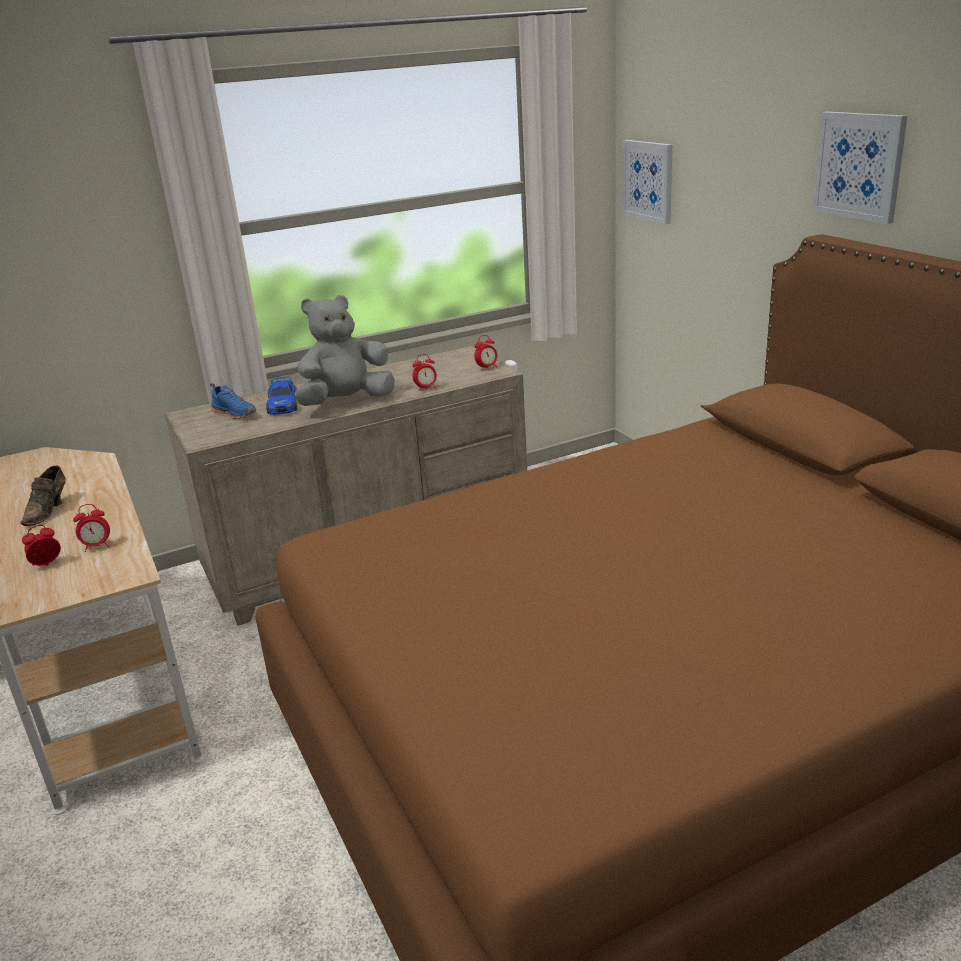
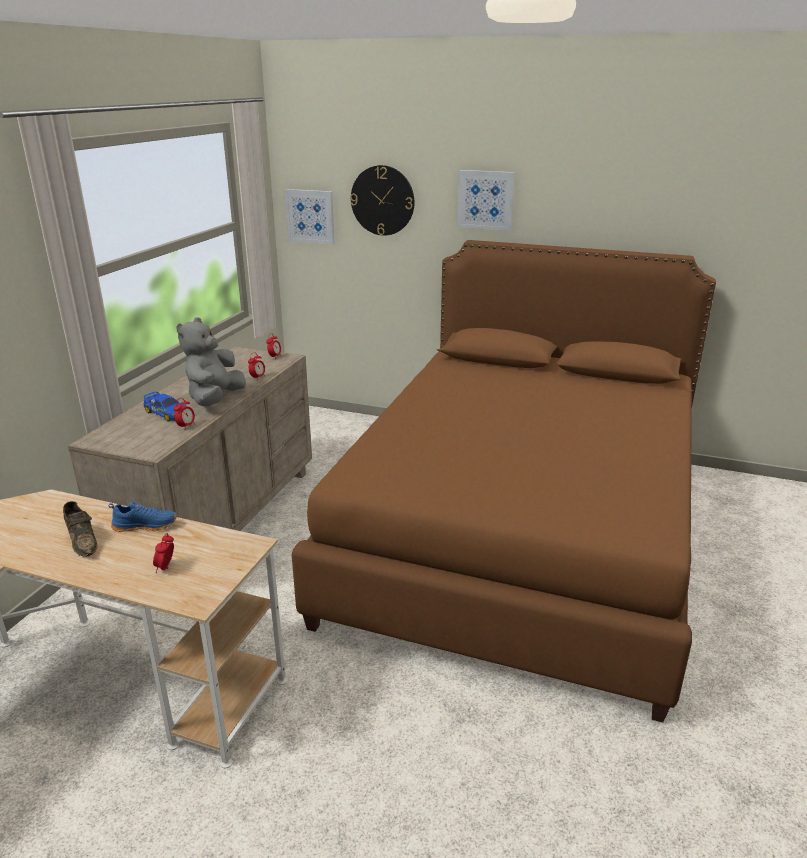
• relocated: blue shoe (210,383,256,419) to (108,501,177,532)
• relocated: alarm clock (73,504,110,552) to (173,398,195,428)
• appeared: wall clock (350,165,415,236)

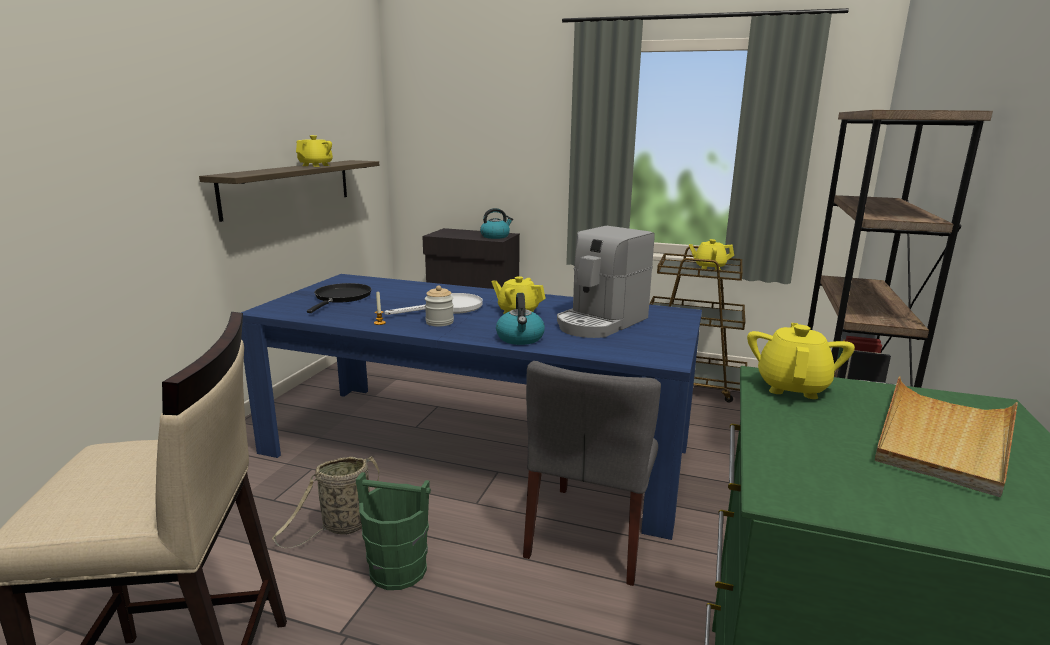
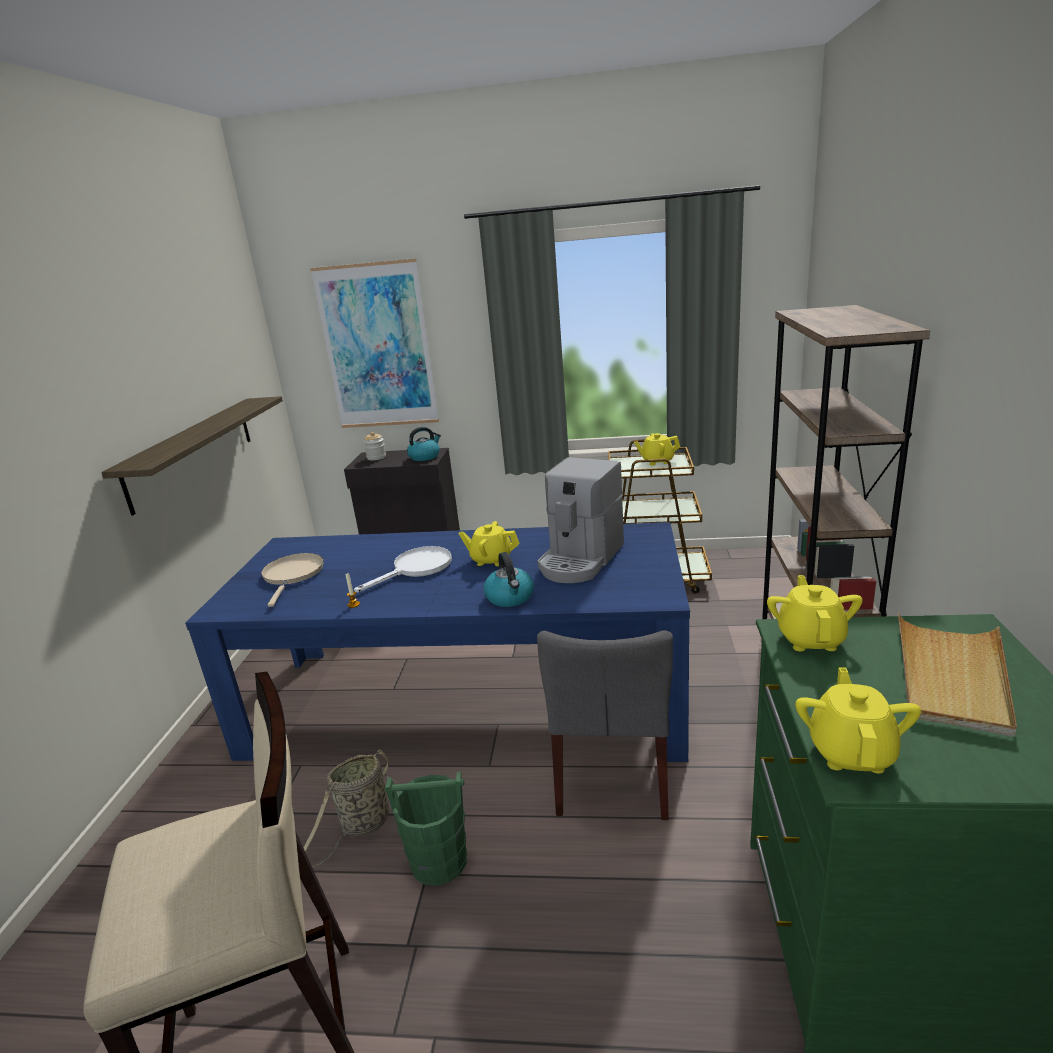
• colour: black frying pan (307,283,371,313) to beige frying pan (261,553,324,607)
• appeared: picture (310,258,439,428)
• relocated: jar (425,285,454,327) to (364,432,386,461)
• relocated: yellow teapot (296,135,333,167) to (795,667,921,773)

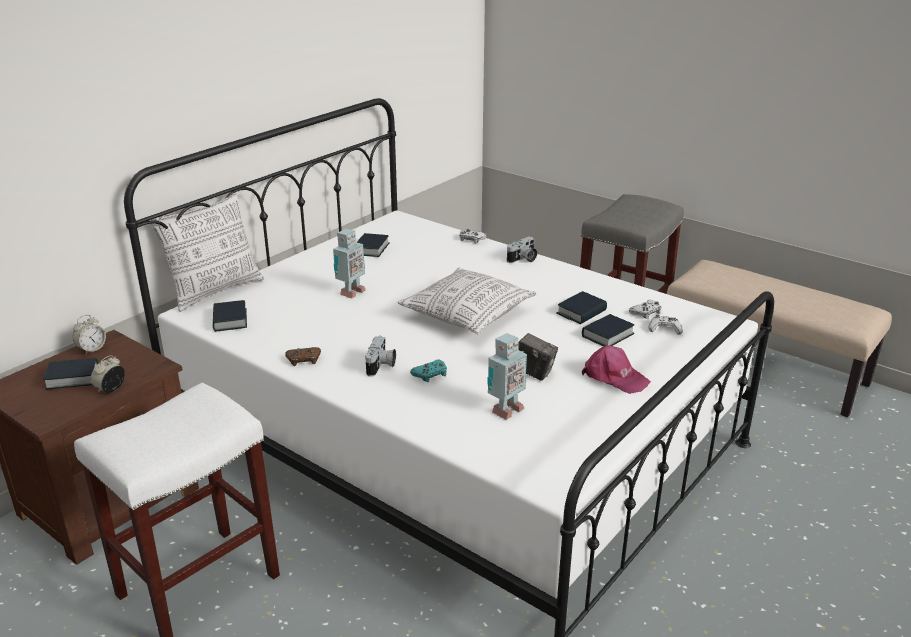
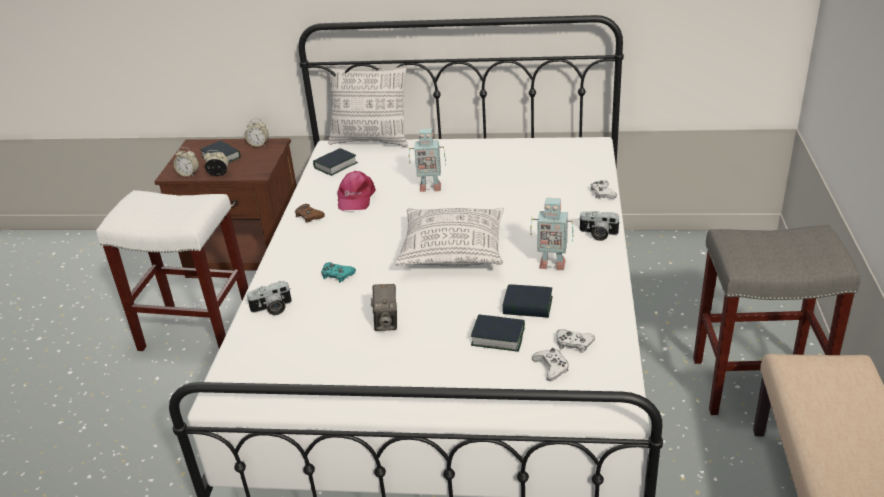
• appeared: alarm clock (174,147,199,177)
• relocated: photo camera (365,336,396,377) to (246,281,292,315)
• relocated: pink cap (582,345,651,394) to (337,171,376,211)
• relocated: toy robot (487,333,527,420) to (531,198,574,270)
• missing: book (357,233,389,257)

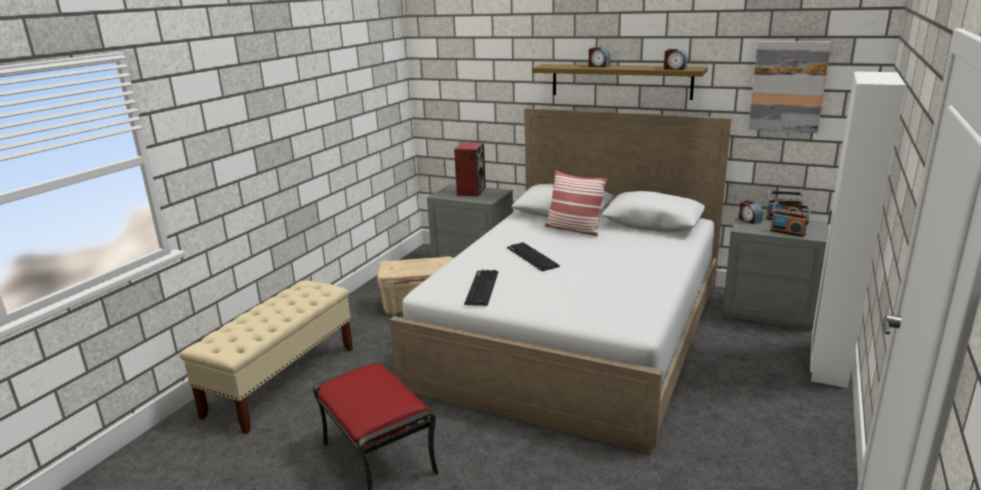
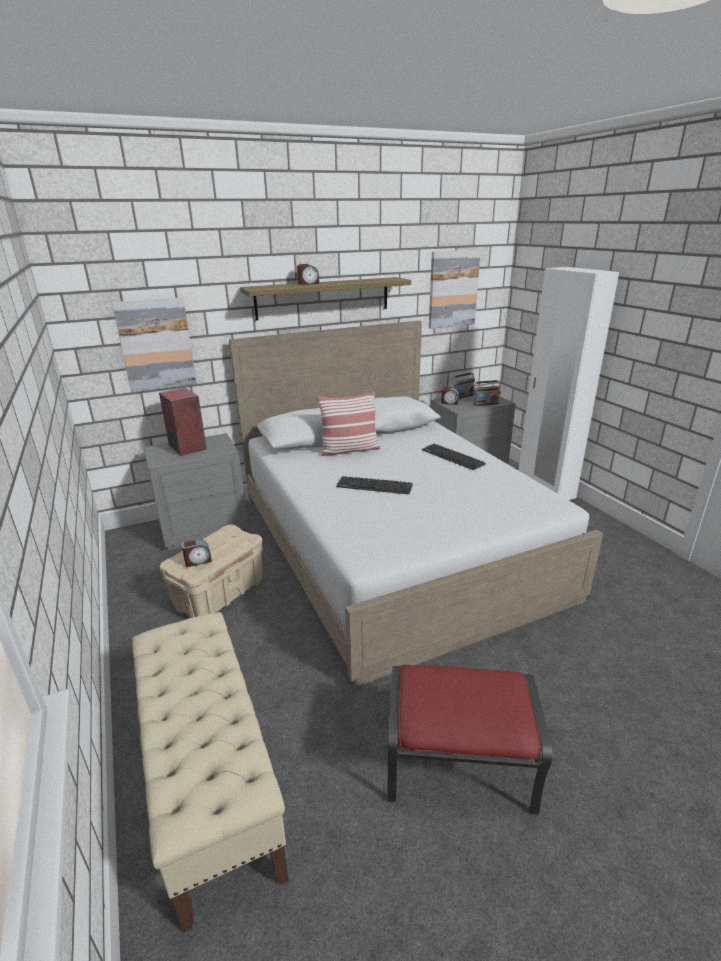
• appeared: picture (112,297,197,392)
• relocated: alarm clock (664,49,687,70) to (181,539,212,567)
• relocated: keyboard (464,270,498,306) to (422,444,486,470)

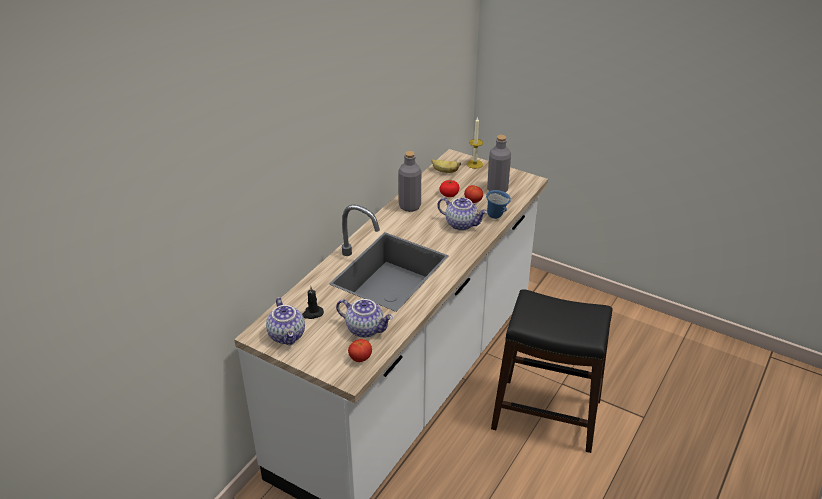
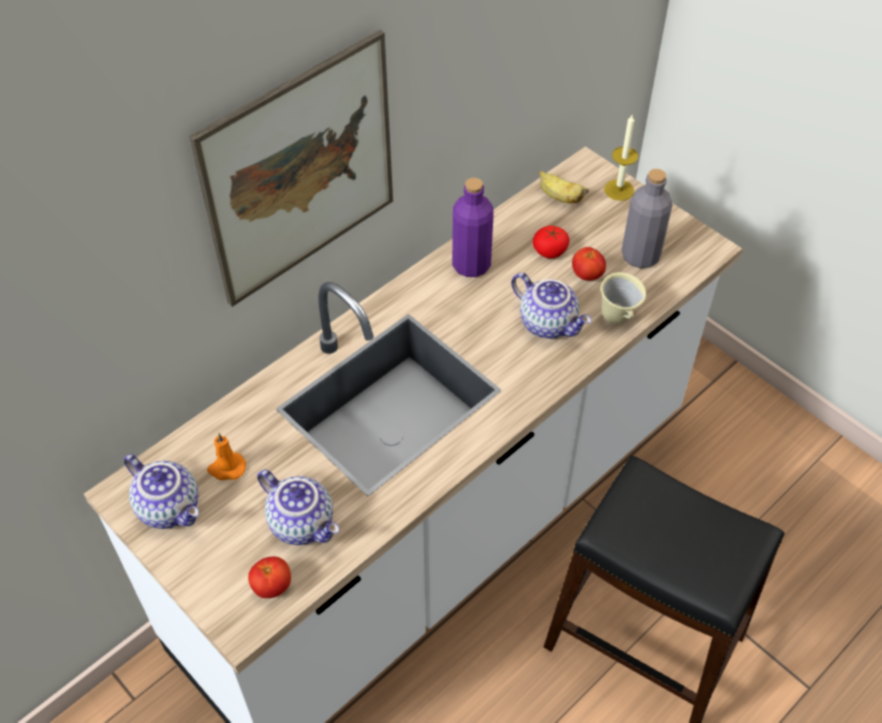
• spun: teapot (266,297,305,345) = (124,454,199,529) 45 degrees counterclockwise
• appeared: picture (189,29,393,307)
• colour: black candle (302,286,324,319) to orange candle (207,433,246,480)
• colour: grey bottle (399,151,421,212) to purple bottle (452,178,493,277)
• colour: blue mug (486,190,511,219) to beige mug (601,272,646,324)

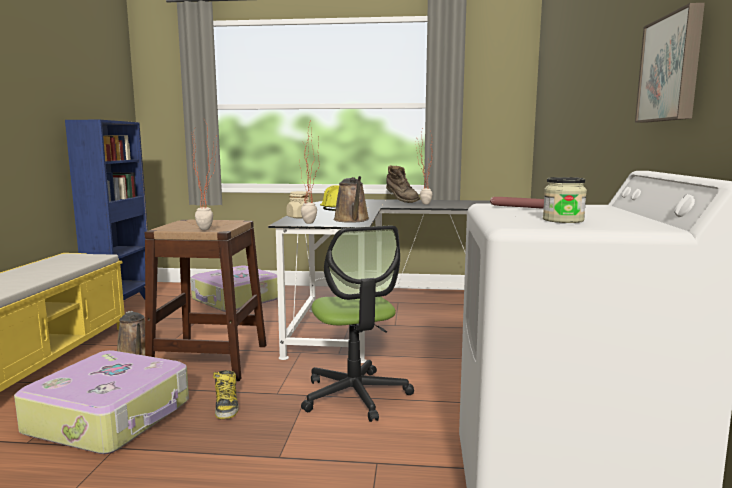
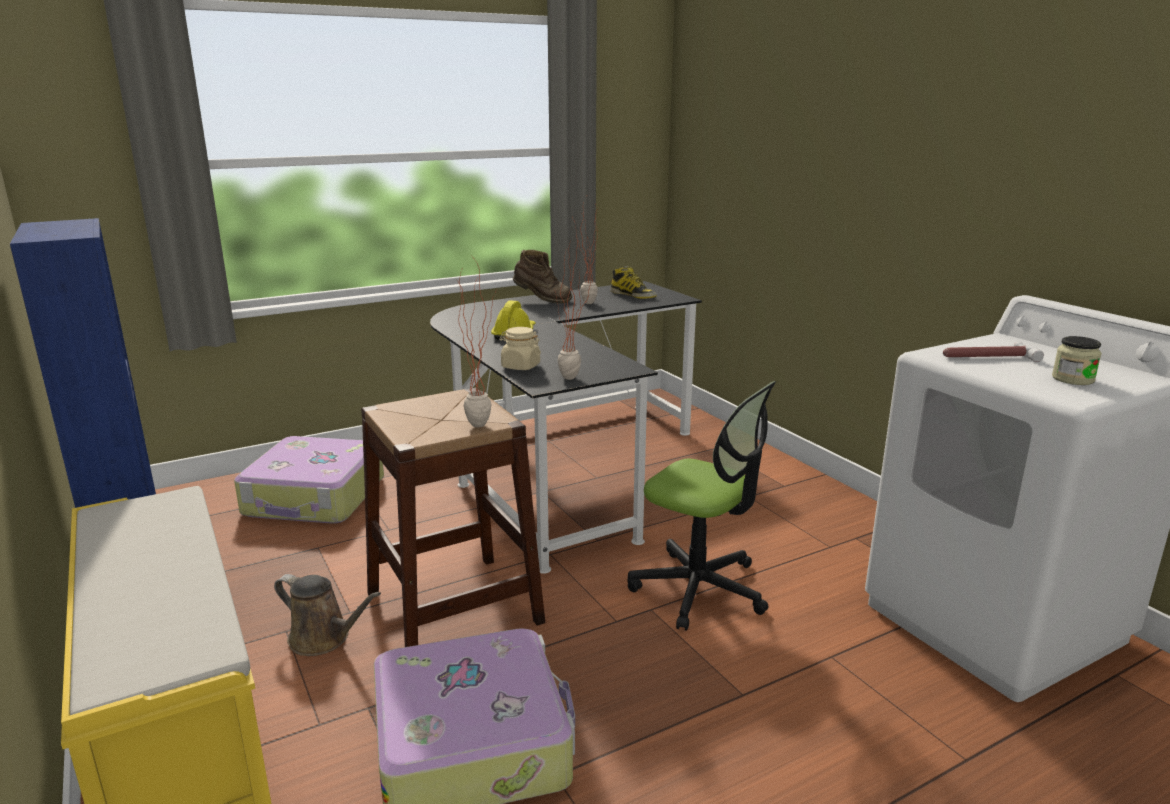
• relocated: boot (213,370,239,419) to (610,266,657,299)
• missing: brown watering can (334,176,370,222)
• missing: picture (635,3,705,123)

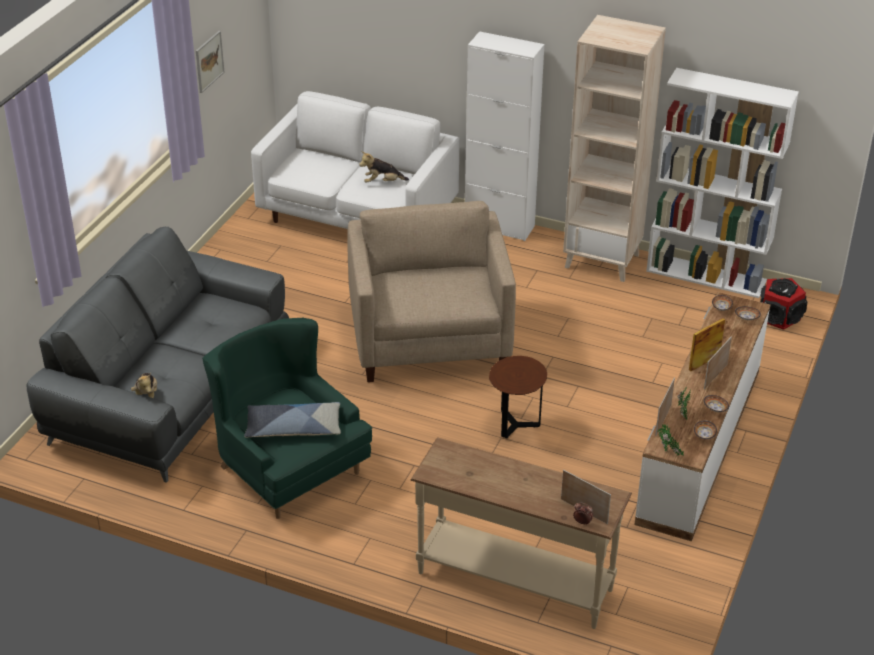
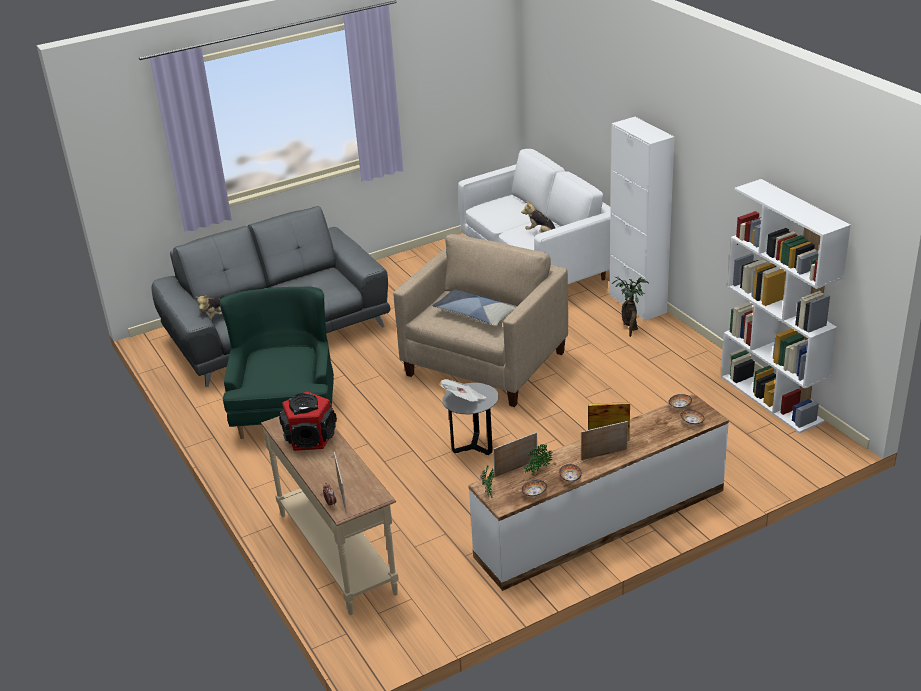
• relocated: speaker (760,278,807,330) to (279,391,337,451)
• relocated: pillow (244,402,341,438) to (432,289,516,326)
• appeared: newspaper (440,379,486,402)
• colour: brown side table (489,356,547,439) to grey side table (443,383,499,455)
• appeared: potted plant (612,277,648,337)
• missing: picture (196,31,224,93)
• missing: beige bookcase (563,15,666,282)

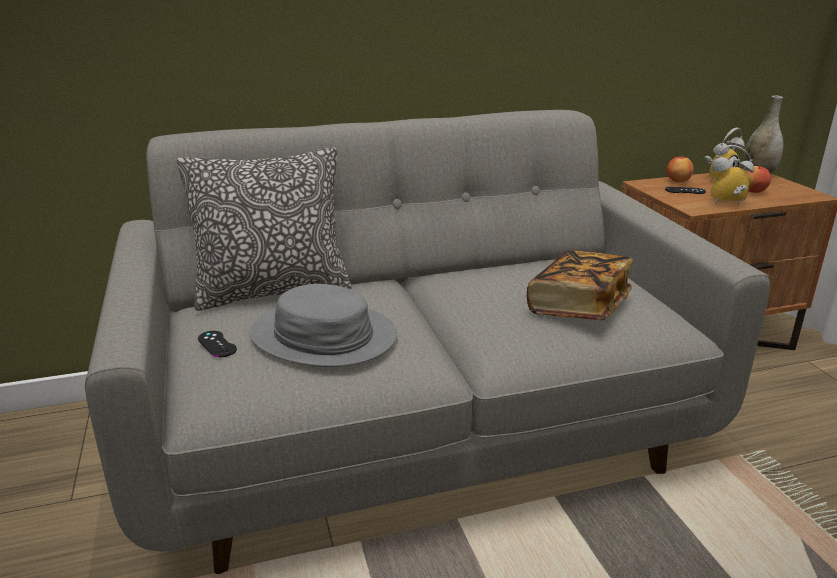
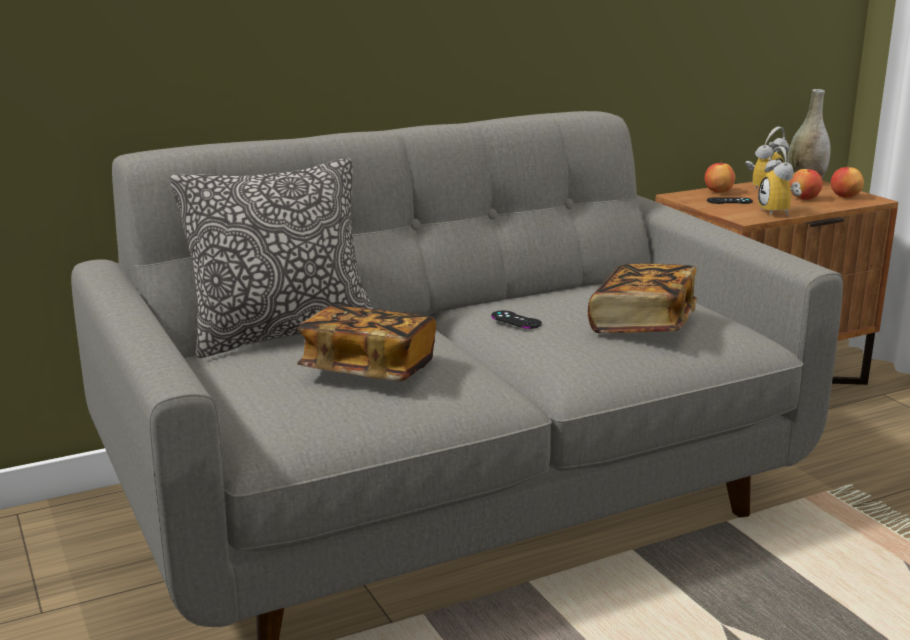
• exchanged: grey hat (250,284,397,367) to book (297,305,436,381)
• relocated: black game controller (198,331,237,357) to (491,311,542,329)
• spun: alarm clock (710,145,754,205) = (758,147,802,217) 90 degrees counterclockwise
• appeared: apple (831,165,864,198)

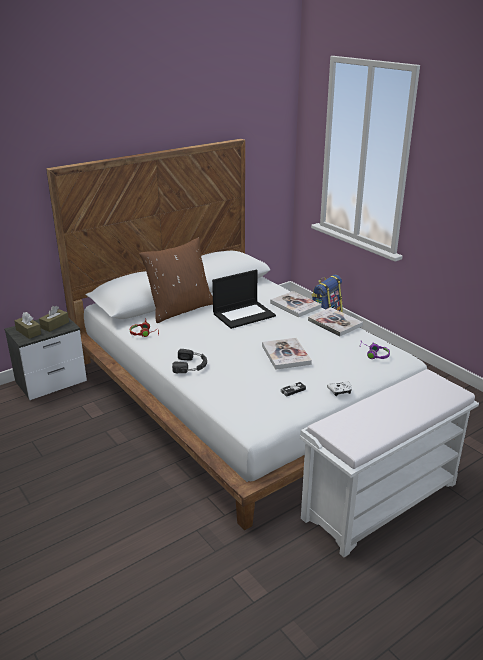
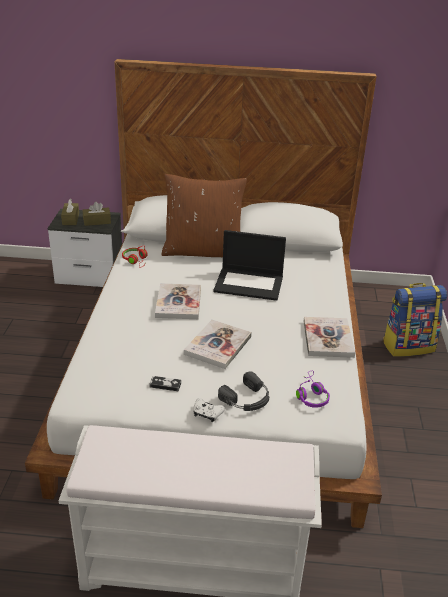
• relocated: book (270,291,321,317) to (155,283,201,319)
• relocated: black headphones (172,349,207,373) to (218,371,269,411)

